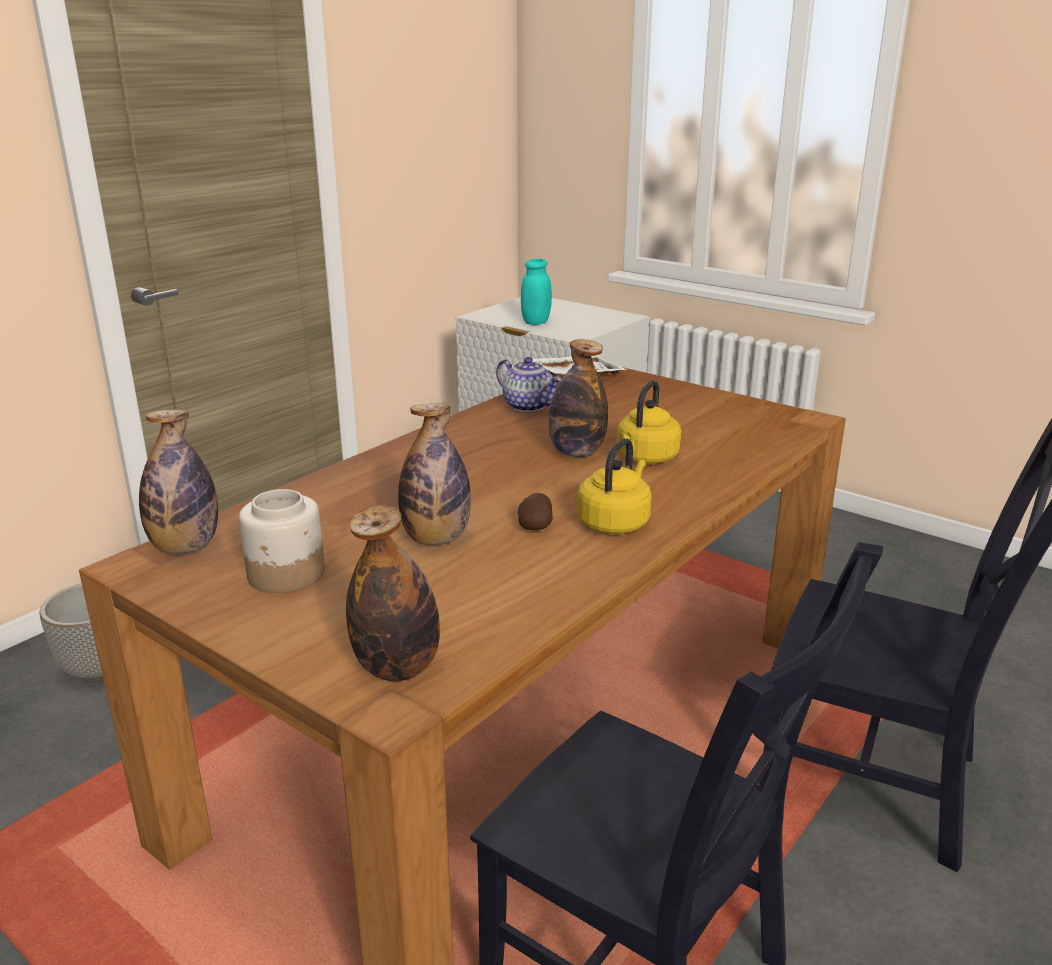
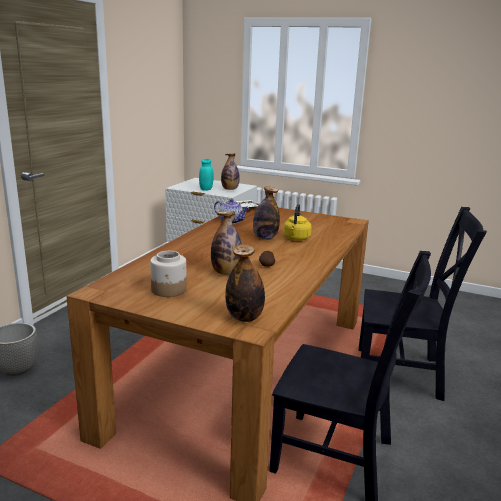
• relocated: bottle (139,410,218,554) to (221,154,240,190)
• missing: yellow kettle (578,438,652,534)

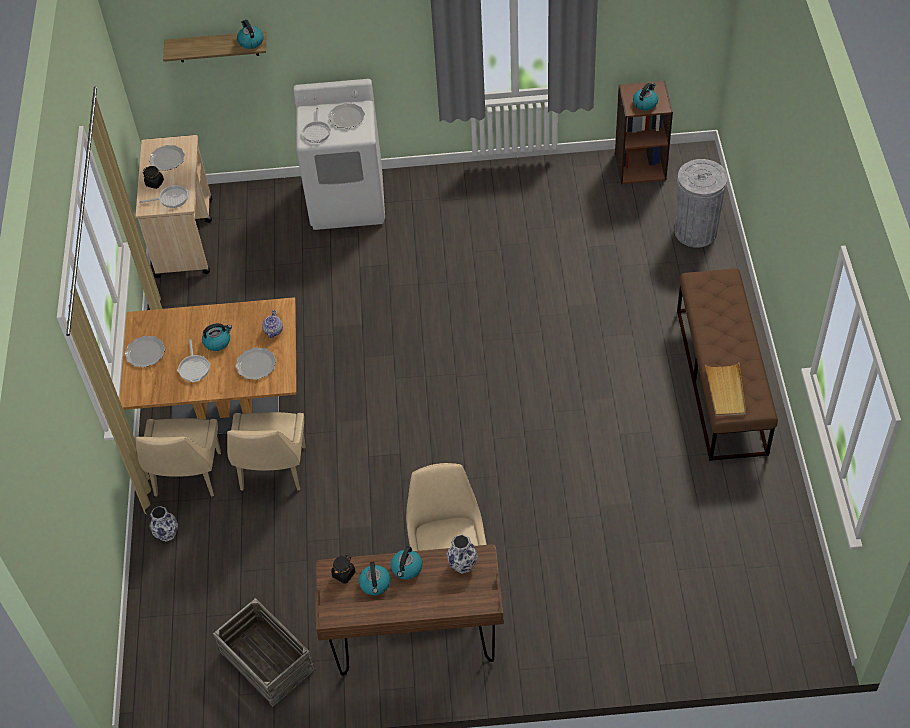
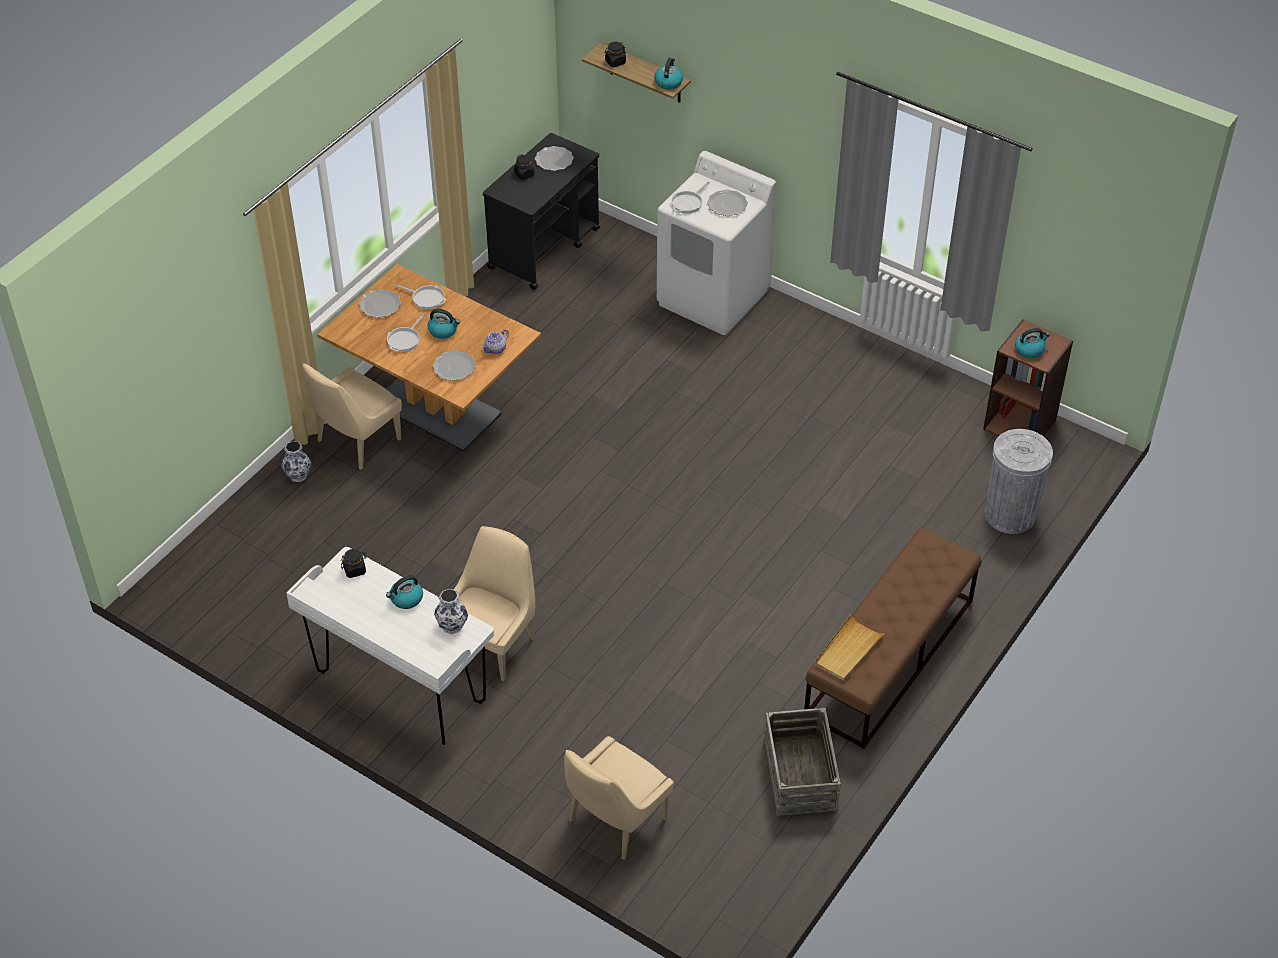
• colour: brown desk (315,544,504,675) to white desk (286,547,494,745)
• relocated: frying pan (139,185,190,208) to (395,284,446,310)
• colour: beige cart (136,135,212,278) to black cart (483,133,600,290)
• relocated: beige chair (227,412,305,491) to (564,736,674,860)
• appeared: black jar (605,42,626,67)
• relocated: crate (213,598,316,707) to (764,708,841,816)
• missing: kettle (359,562,391,595)

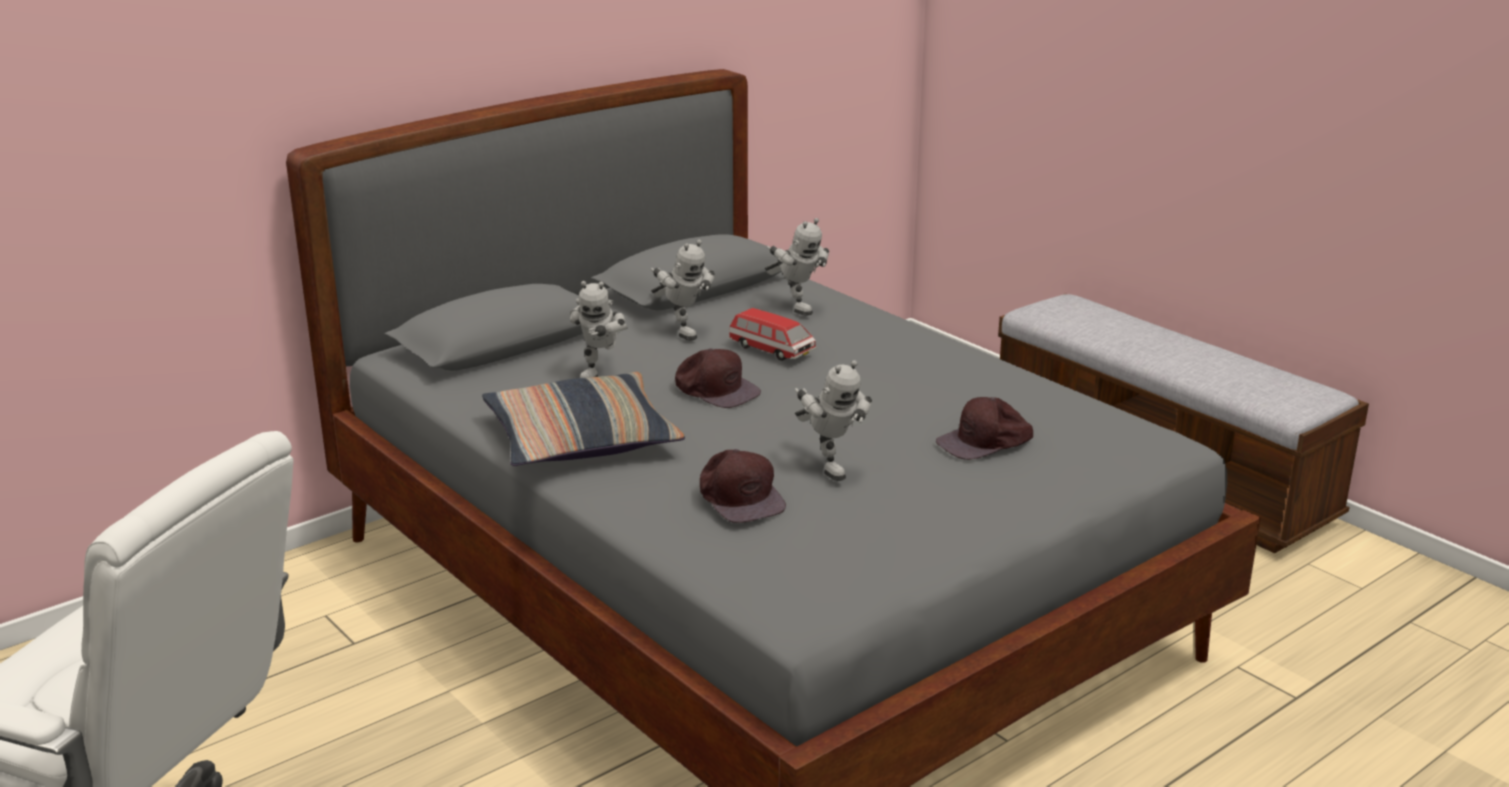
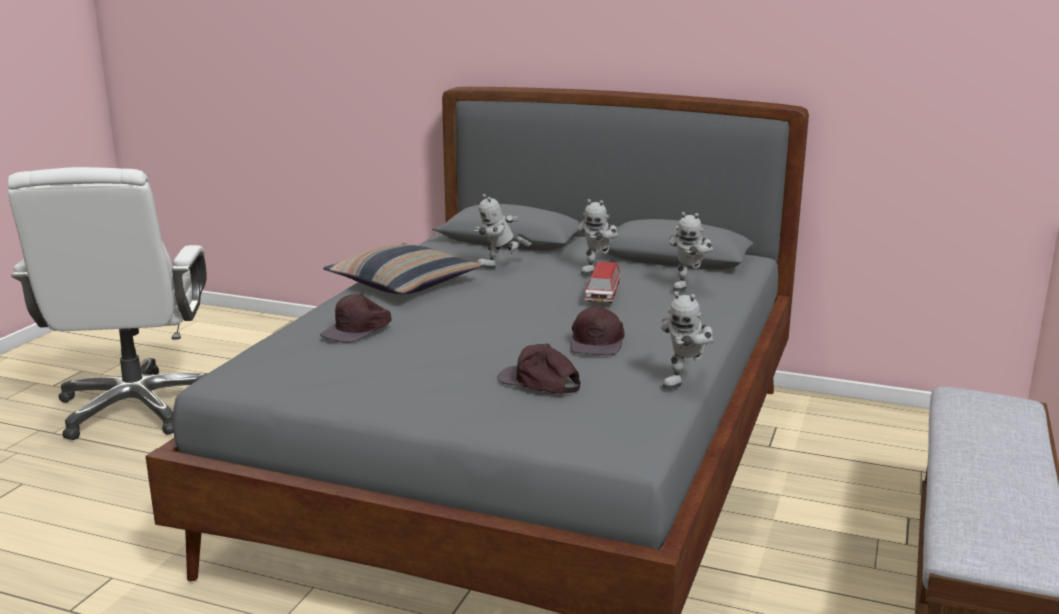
• relocated: brown cap (675,348,761,408) to (571,305,625,355)
• relocated: toy robot (795,360,872,481) to (661,291,714,389)

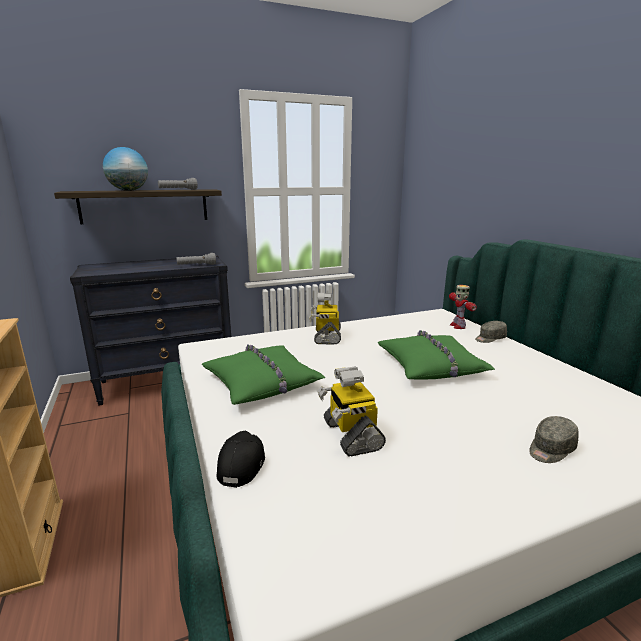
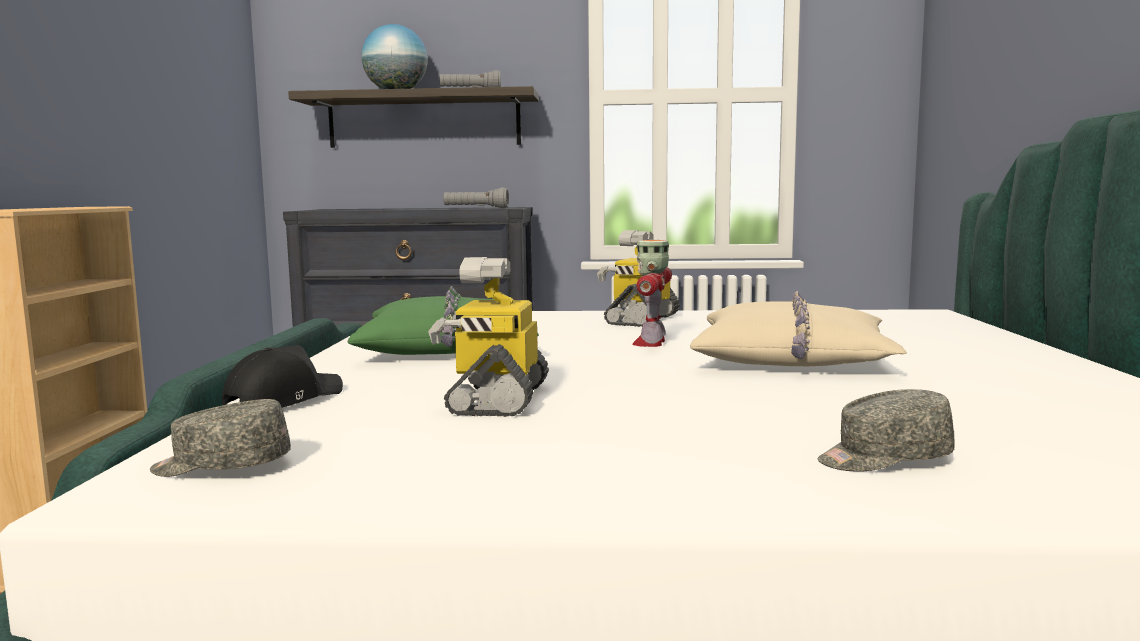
• relocated: grey cap (475,321,507,343) to (150,399,291,477)
• relocated: toy robot (449,285,477,329) to (632,240,672,347)
• colour: green pillow (378,330,495,380) to beige pillow (690,291,906,366)

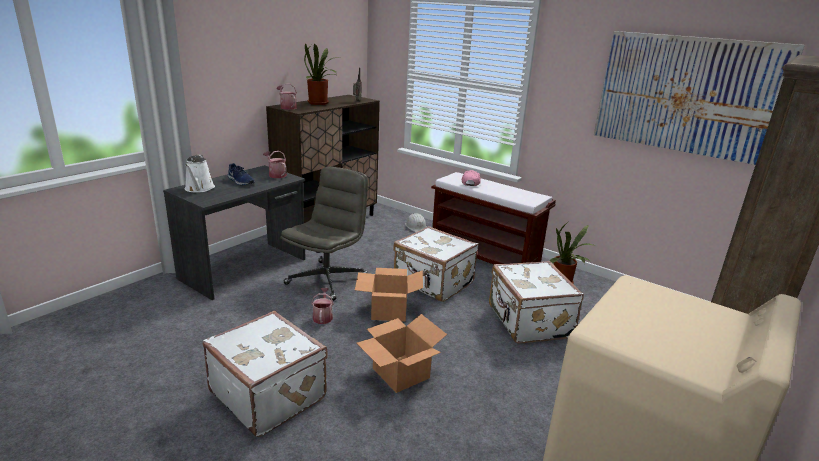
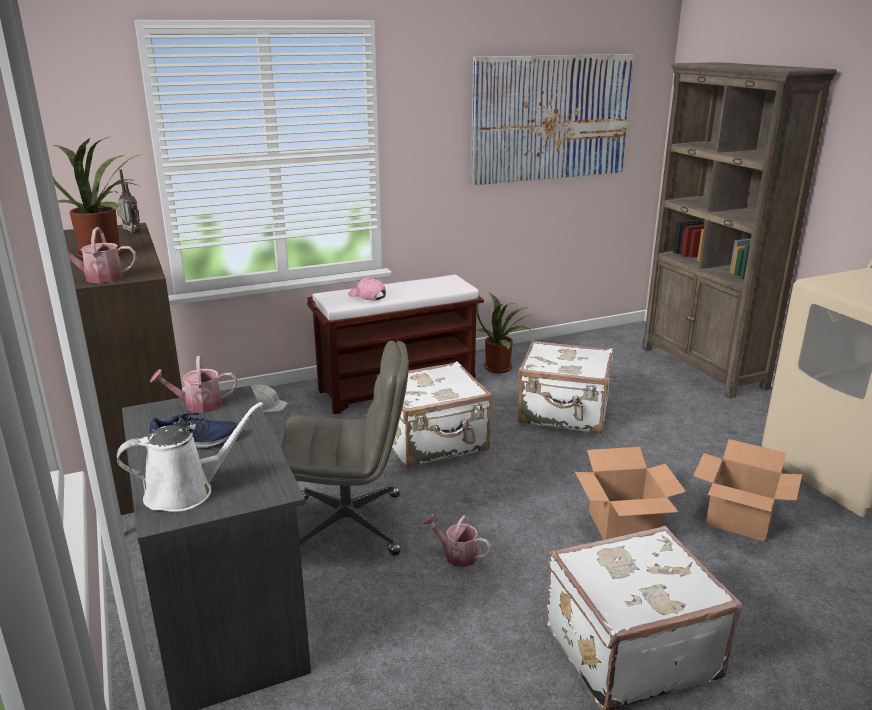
• spun: white watering can (185,154,215,193) = (117,402,263,512) 45 degrees counterclockwise
• spun: grey office chair (280,166,368,301) = (281,341,409,556) 120 degrees clockwise
• relocated: cardboard box (355,268,423,322) to (693,439,802,542)

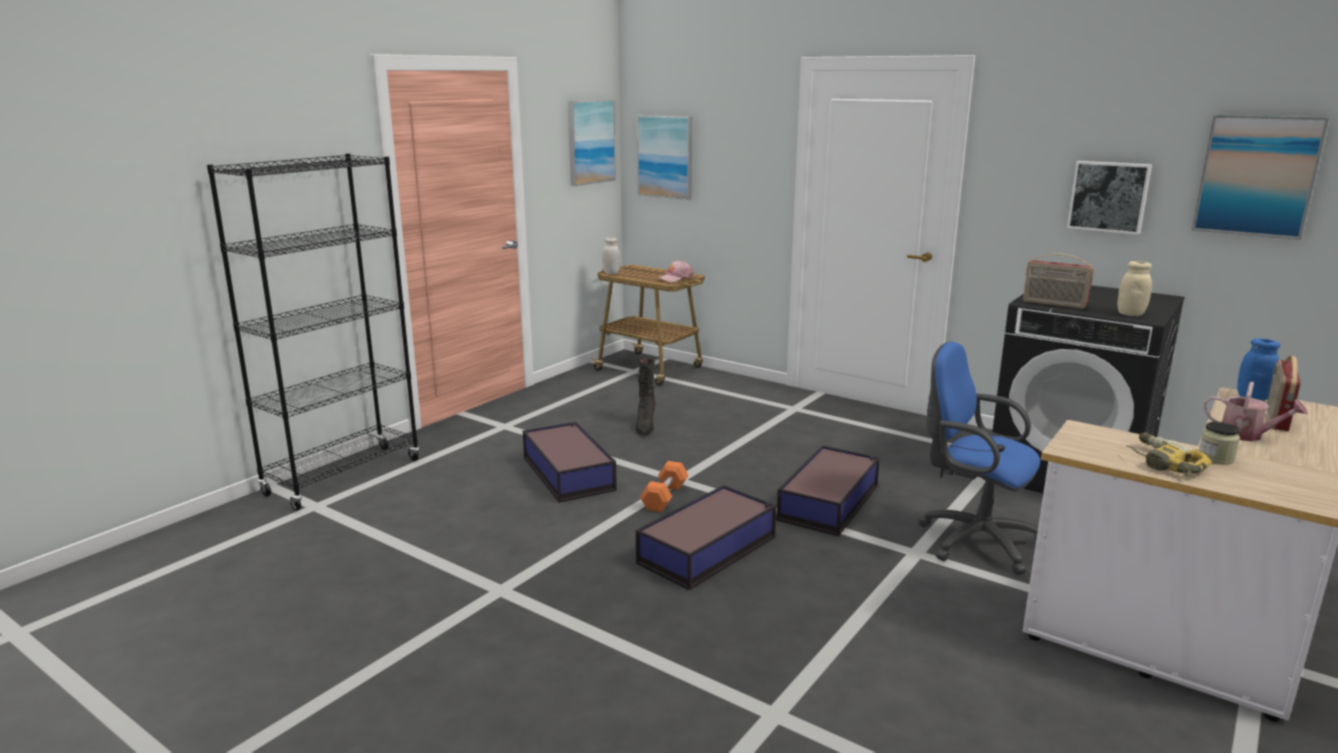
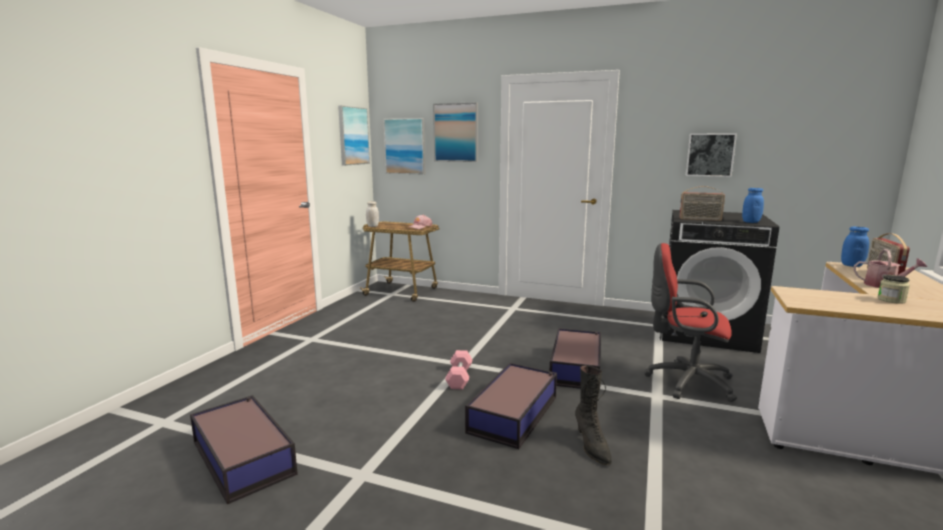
• relocated: storage box (523,422,617,503) to (190,395,298,504)
• relocated: picture (1192,115,1329,240) to (433,103,478,162)
• colour: orange dumbbell (640,461,689,512) to pink dumbbell (445,350,473,390)
• relocated: black boot (636,358,655,435) to (575,365,612,465)
• colour: blue office chair (918,341,1040,575) to red office chair (644,243,737,402)
• colour: beige jar (1117,261,1152,316) to blue jar (742,188,764,223)
• missing: black bookcase (207,153,420,510)
• missing: power drill (1126,432,1212,476)

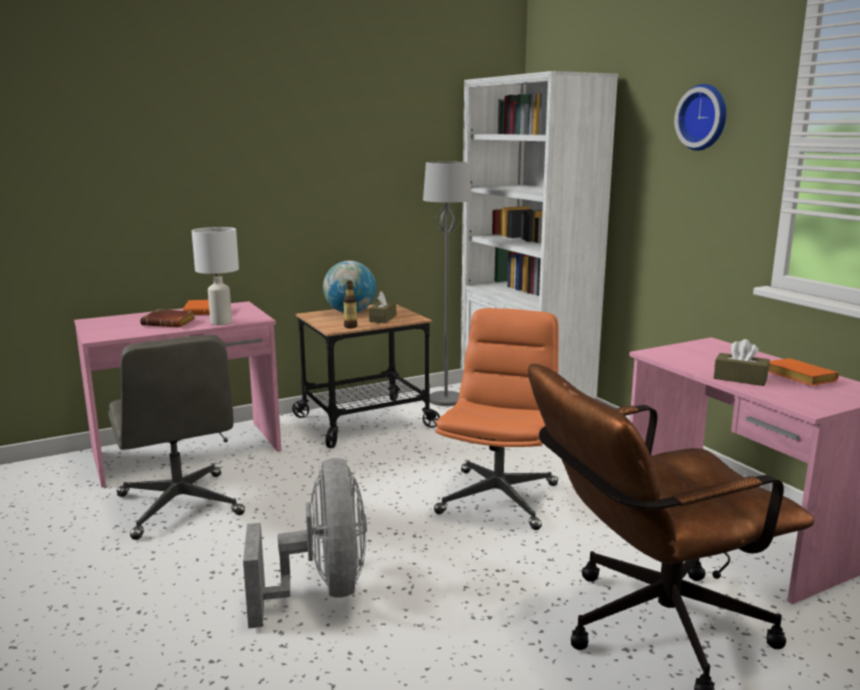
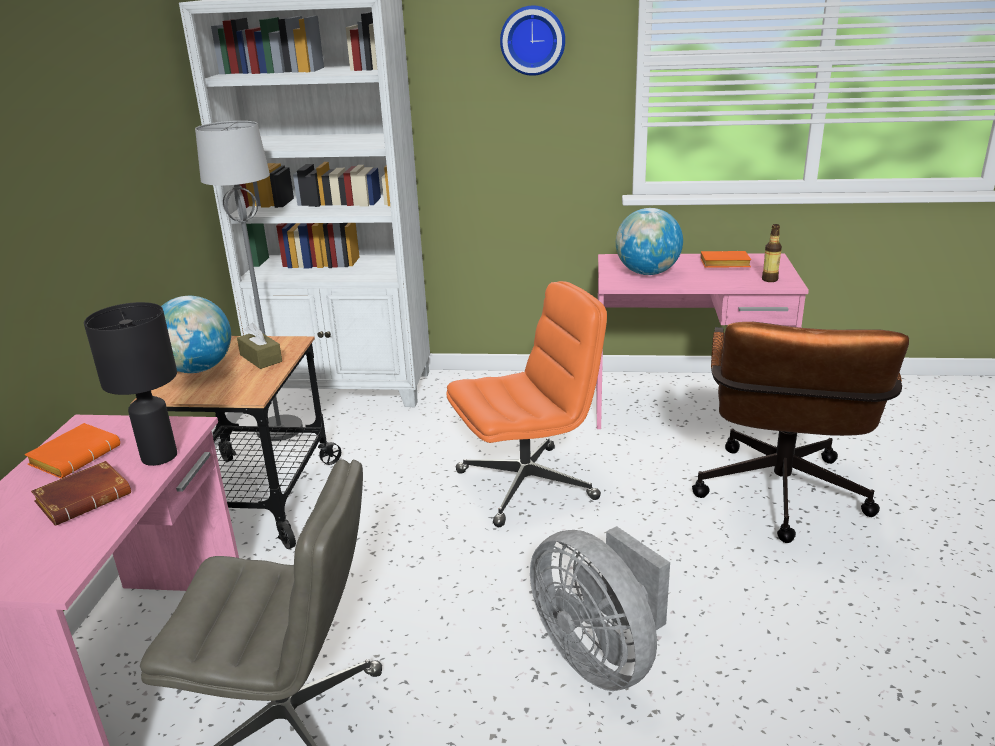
• colour: white table lamp (192,227,239,325) to black table lamp (84,302,177,466)
• spun: orange office chair (434,308,559,530) = (447,281,607,527) 105 degrees clockwise
• spun: grey fan (243,458,367,628) = (530,526,670,691) 150 degrees counterclockwise
• appeared: globe (616,208,683,275)
• relocated: bottle (343,280,357,328) to (762,224,782,282)
• missing: brown tissue box (714,339,770,386)

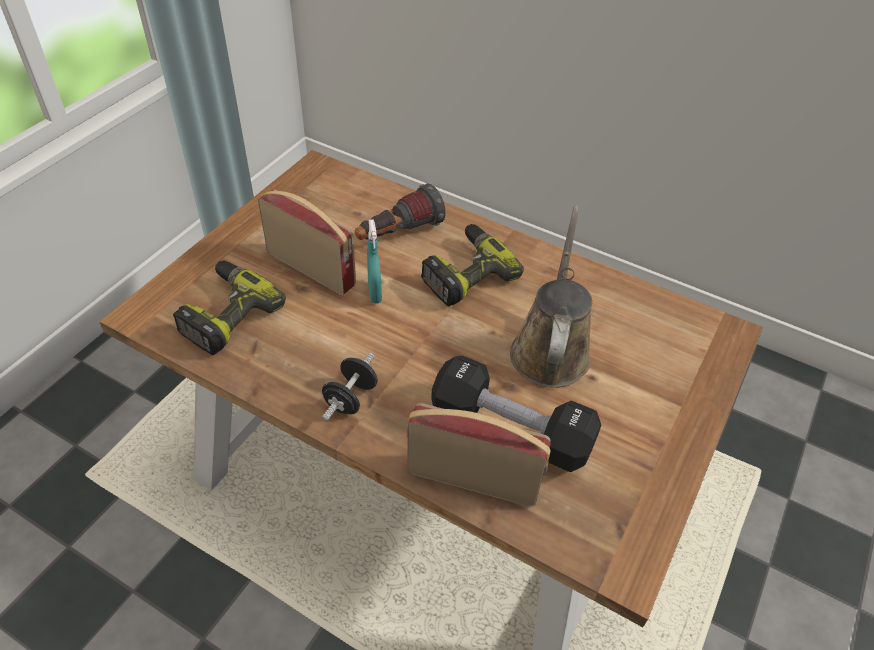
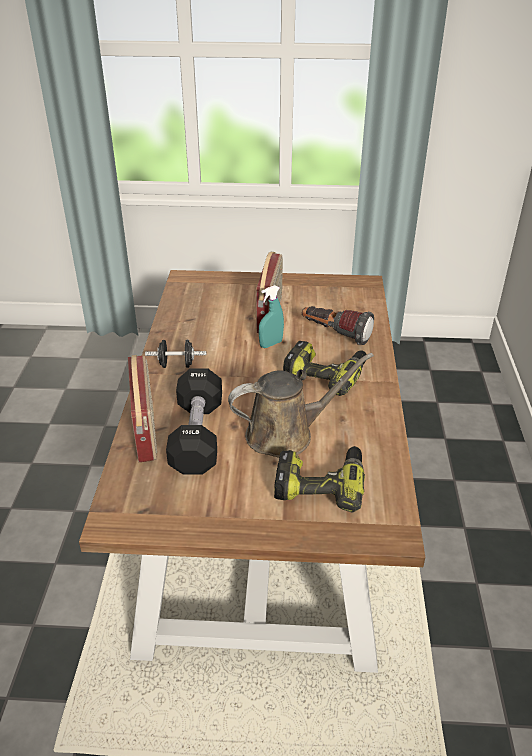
• relocated: power drill (173,261,286,355) to (274,446,365,513)

